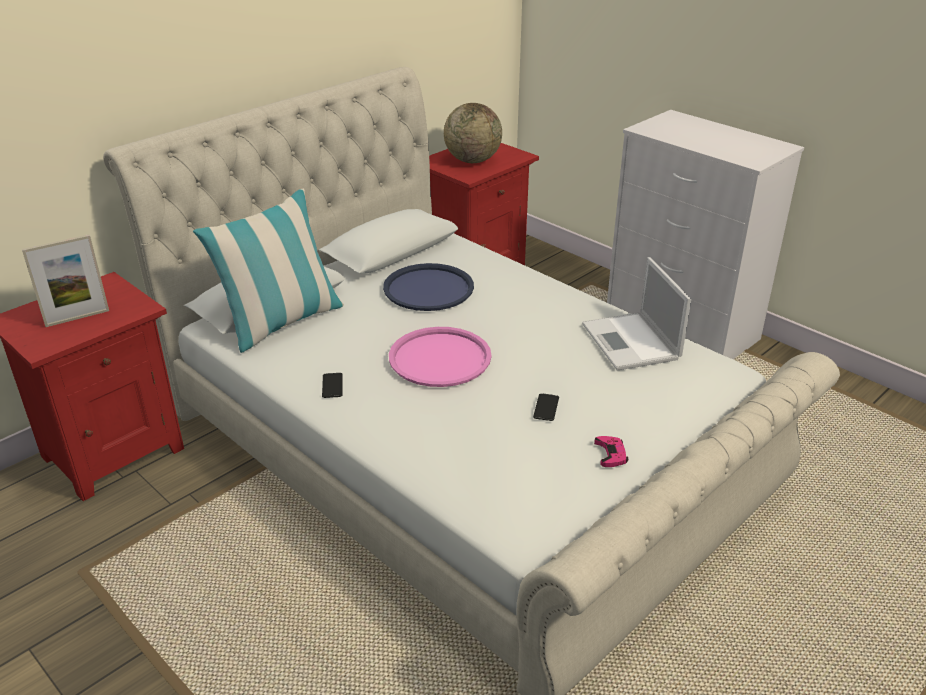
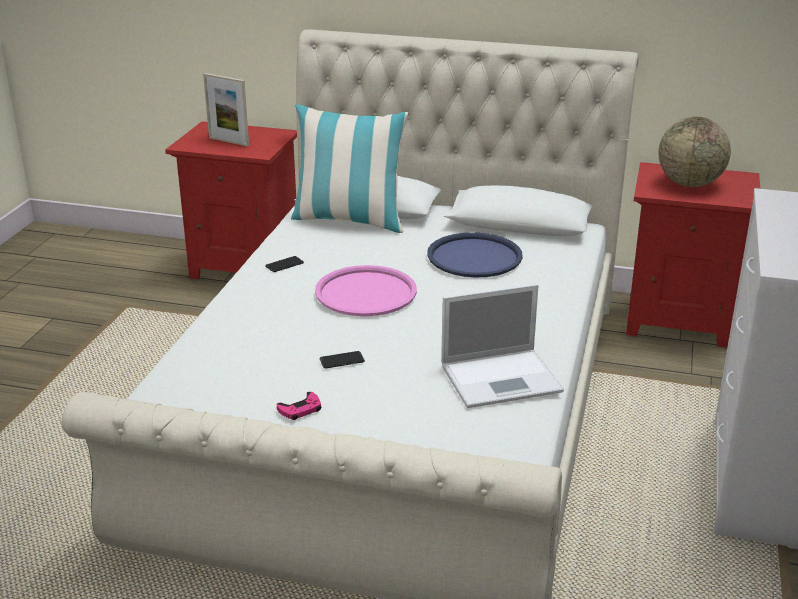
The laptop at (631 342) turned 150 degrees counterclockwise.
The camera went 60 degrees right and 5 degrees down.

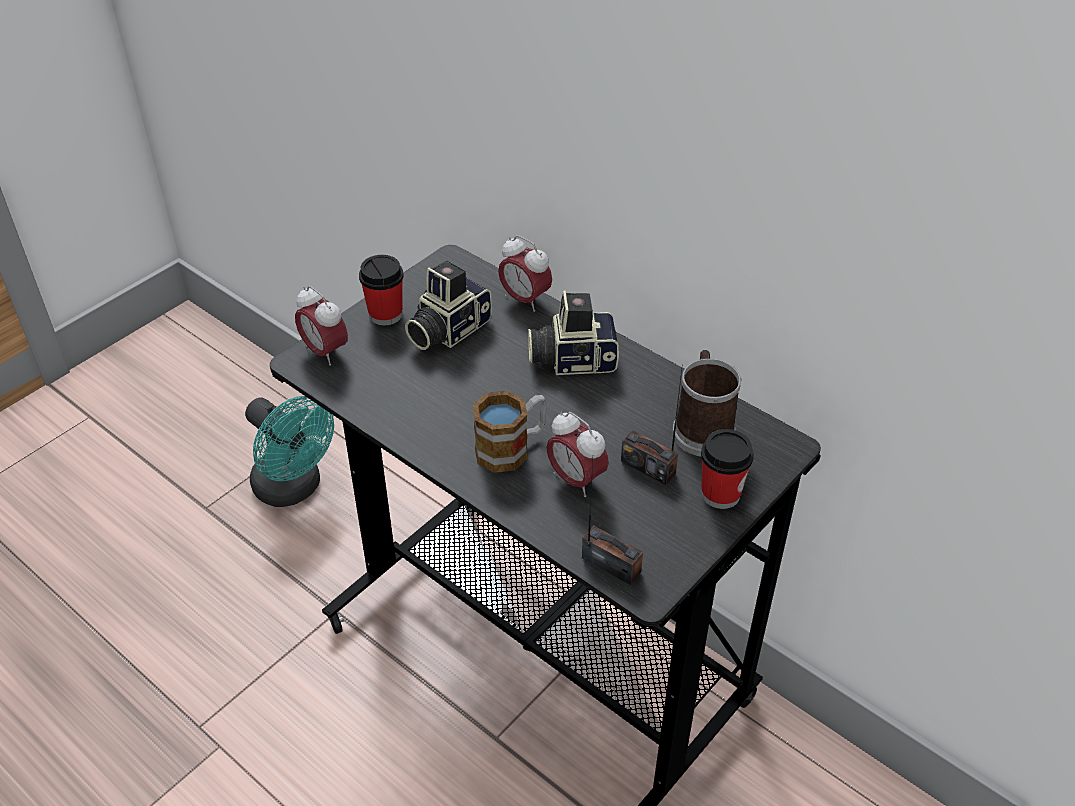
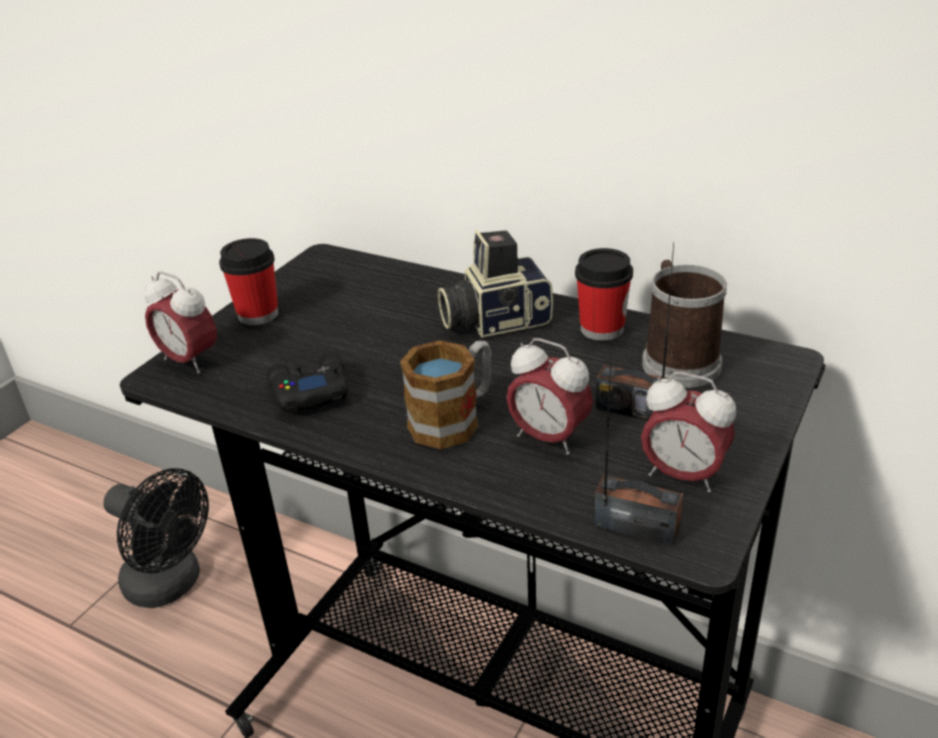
The photo camera at (446 329) disappeared.
The black game controller at (309 391) appeared.
The alarm clock moved from (525 299) to (683 475).
The cup moved from (720 494) to (602 329).
The turquoise fan at (294 488) became the black fan at (172 584).
The camera went 10 degrees left and 10 degrees down.

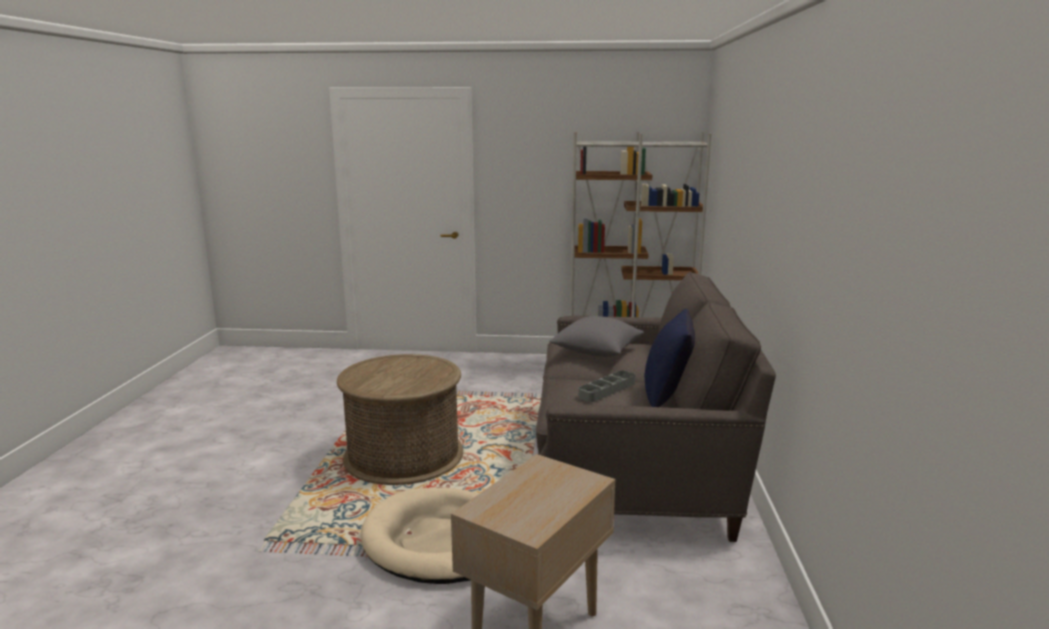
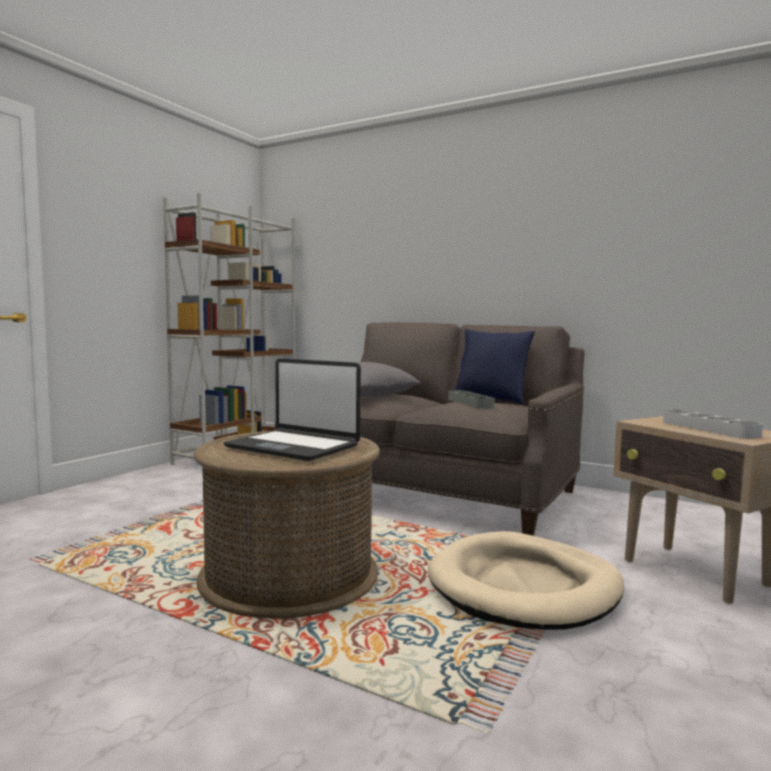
The laptop at (294 446) appeared.
The grey tray at (709 429) appeared.
The camera went 65 degrees left and 10 degrees down.

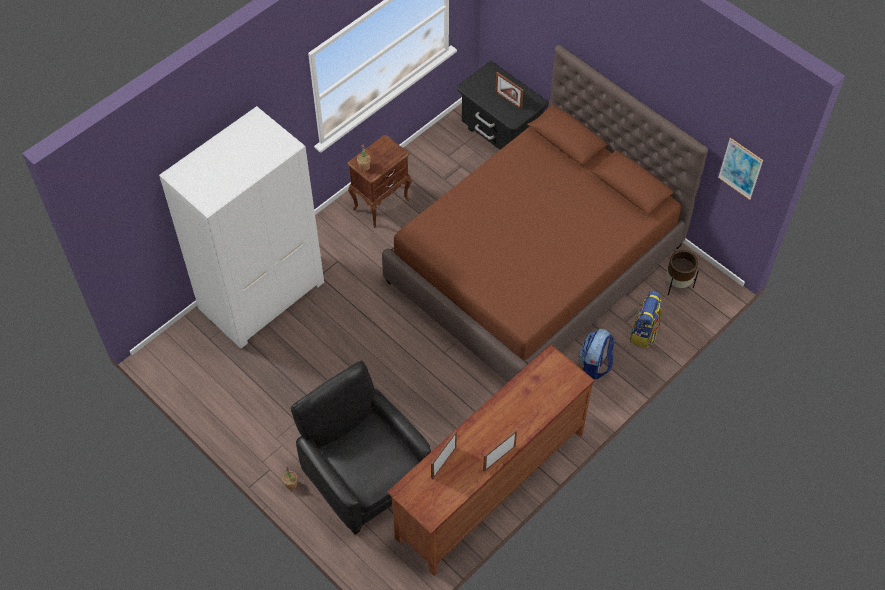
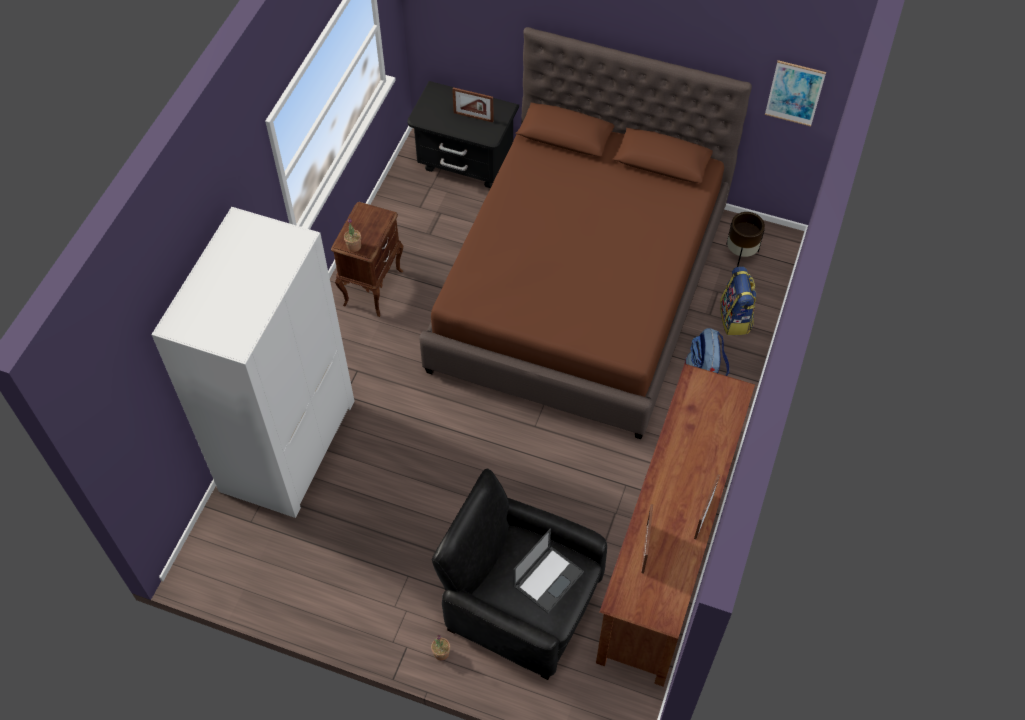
The laptop at (548 578) appeared.
The camera went 25 degrees left and 0 degrees up.

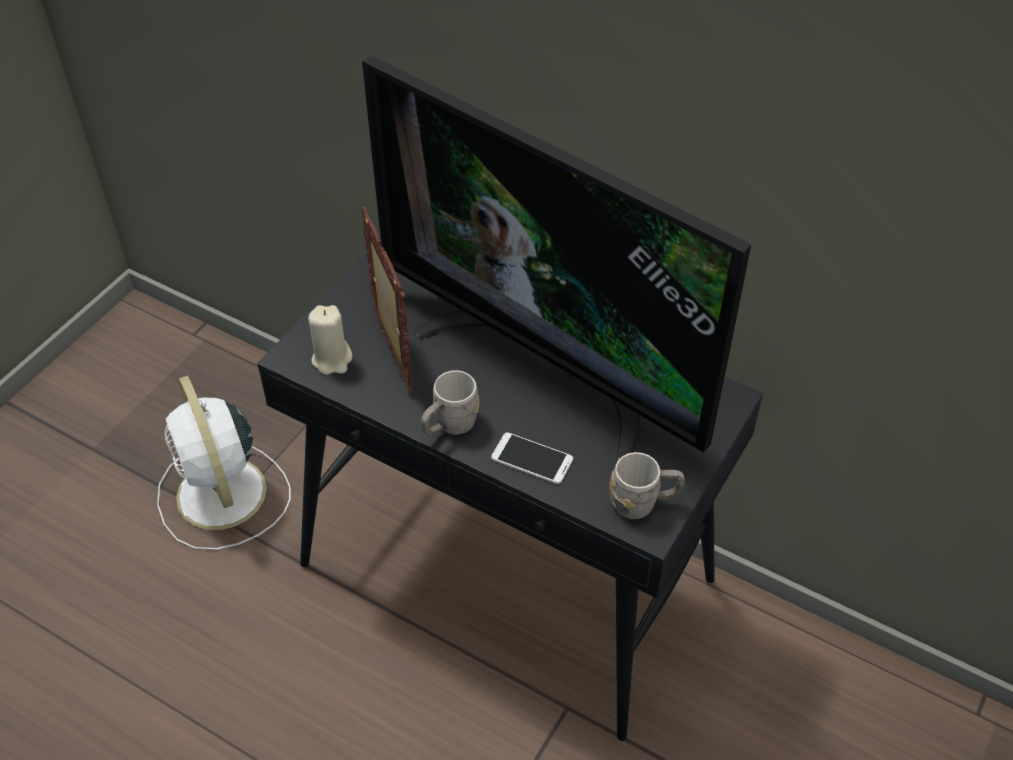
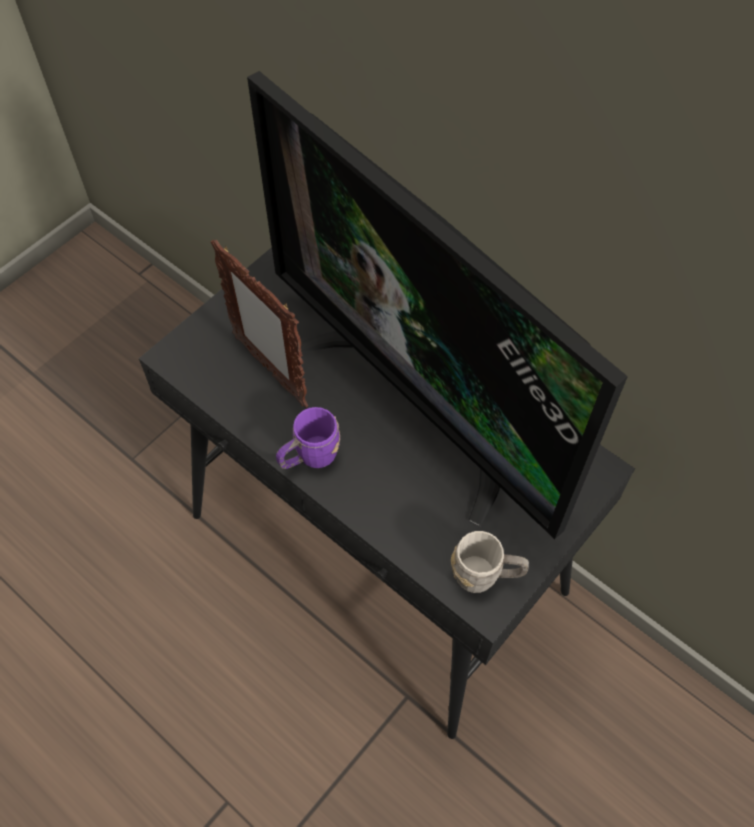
The white fan at (223 496) disappeared.
The beige candle at (332 359) disappeared.
The phone at (532 459) disappeared.
The grey mug at (449 426) became the purple mug at (309 457).
The picture frame at (392 356) turned 150 degrees clockwise.
The camera went 10 degrees right and 10 degrees up.

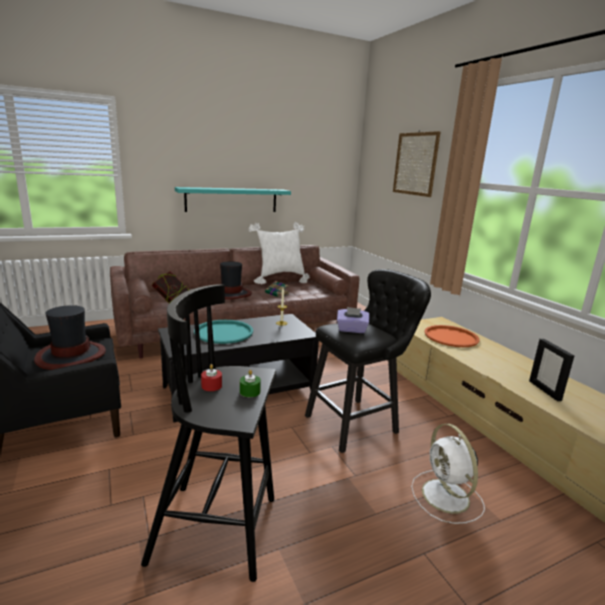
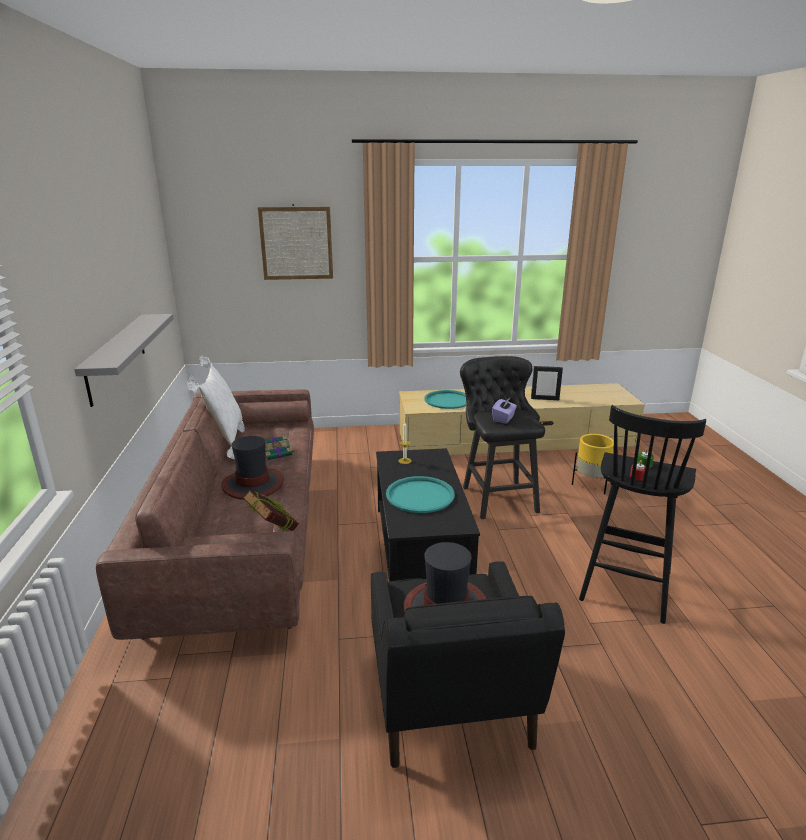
The white fan at (446 497) was replaced by the yellow planter at (591 485).
The turquoise shelf at (232 200) became the grey shelf at (116 357).
The orange tray at (451 337) became the turquoise tray at (448 400).
The camera went 70 degrees left and 5 degrees up.

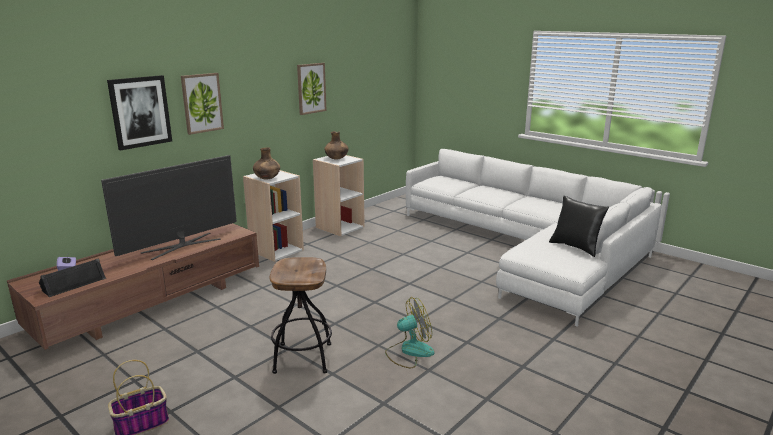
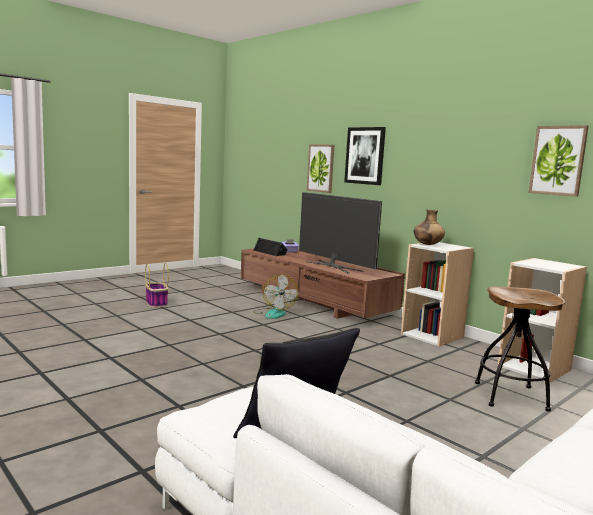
The brown vase at (336 159) disappeared.
The picture moved from (202 103) to (321 168).
The brown stool moved from (303 357) to (511 396).
The fan moved from (409 351) to (274 313).
The camera went 95 degrees right and 10 degrees down.

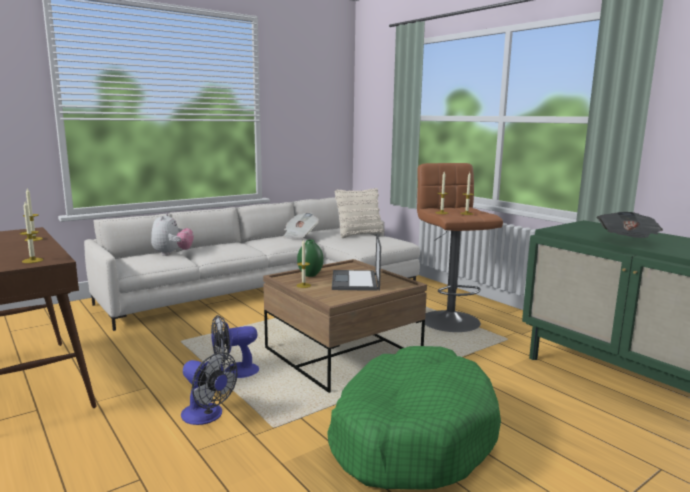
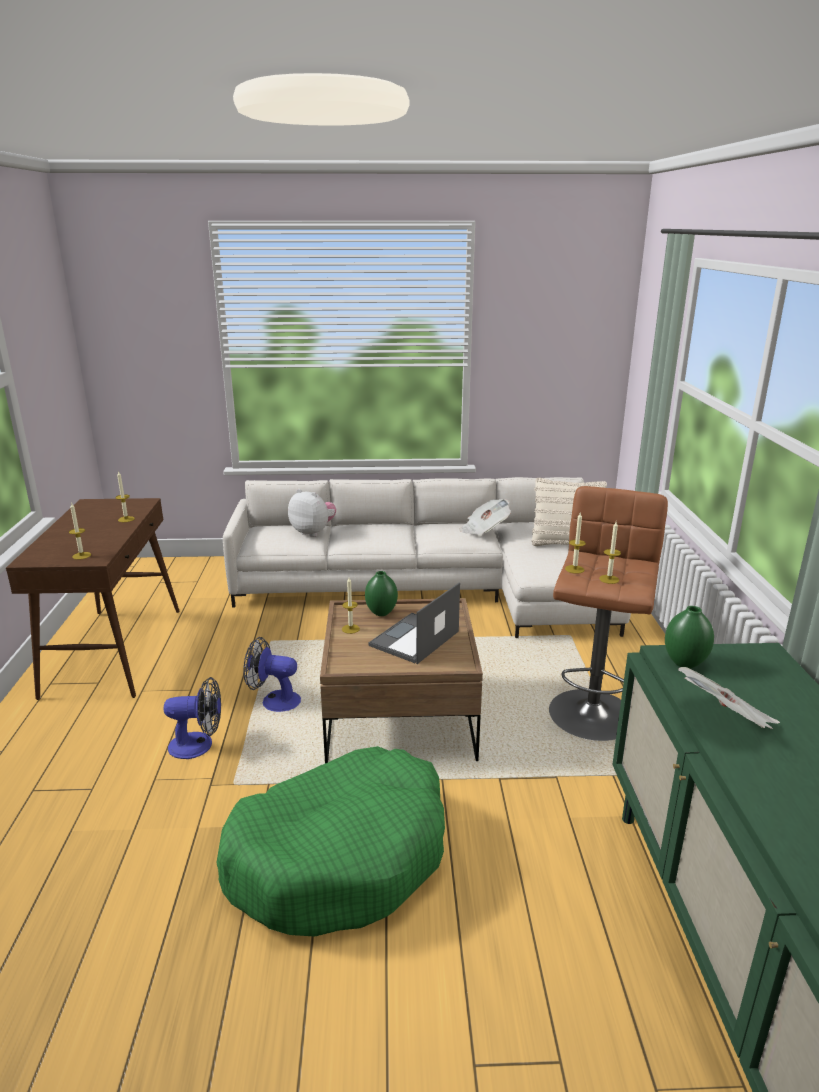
The green vase at (684 663) appeared.
The plush toy at (172 254) turned 90 degrees counterclockwise.
The fan at (207 416) turned 75 degrees counterclockwise.
The camera went 35 degrees right and 10 degrees up.

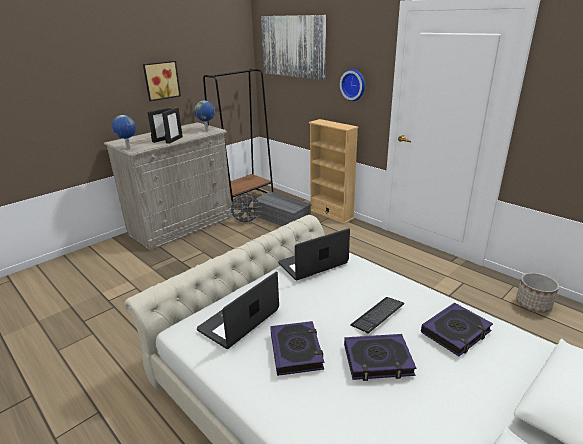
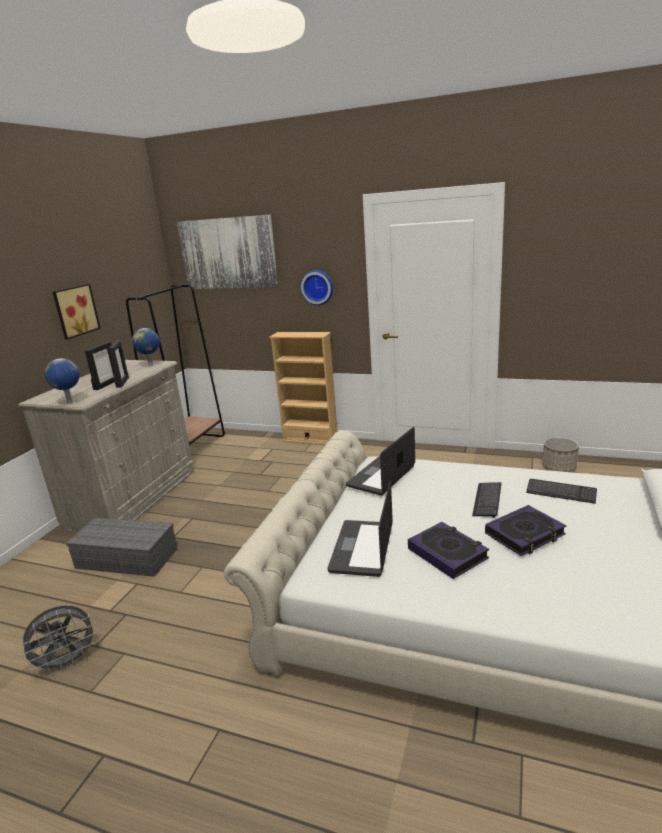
The grey fan moved from (246 222) to (68 662).
The grey storage box moved from (283 218) to (128 557).
The book at (456 332) was replaced by the keyboard at (561 492).
The camera went 25 degrees left and 5 degrees down.

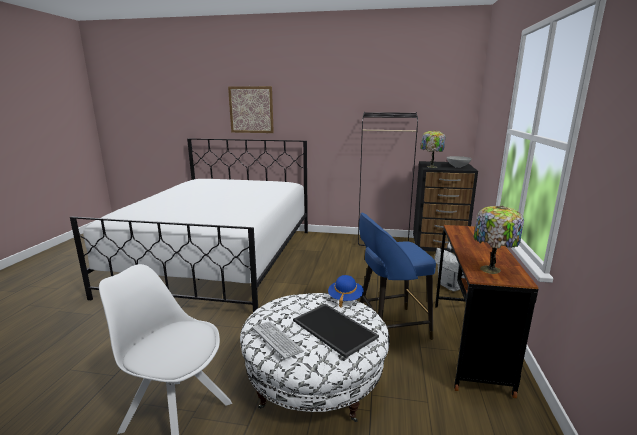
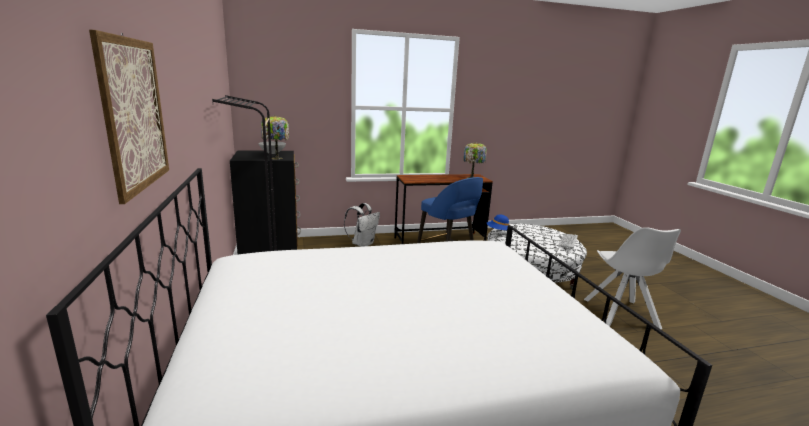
The tray at (336 328) disappeared.
The camera went 115 degrees left and 0 degrees up.

